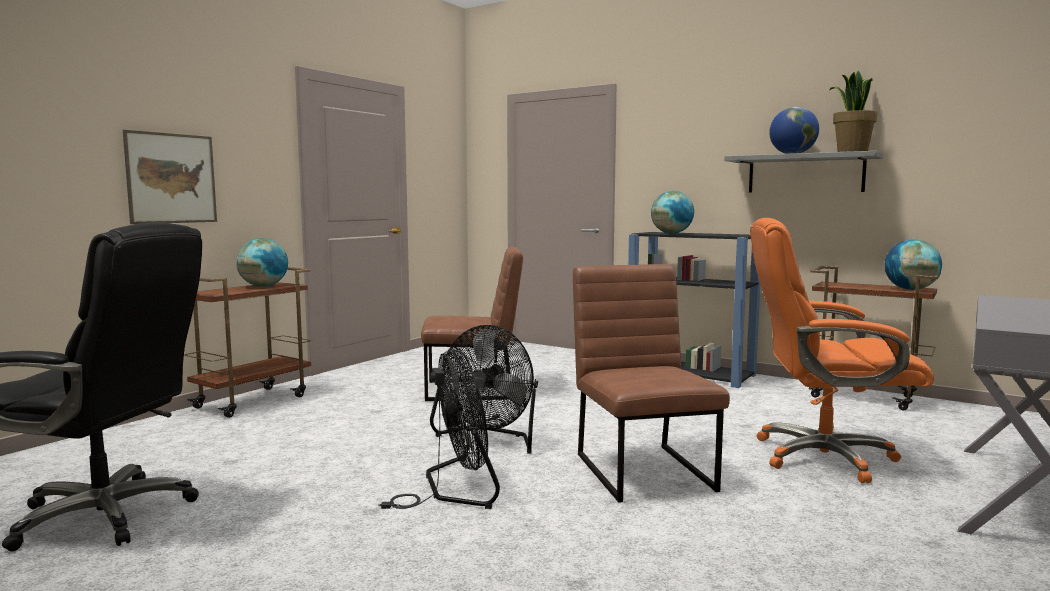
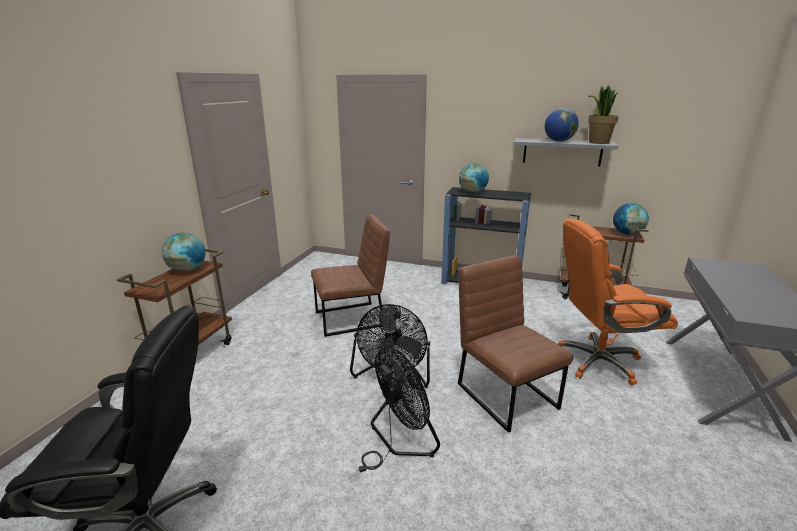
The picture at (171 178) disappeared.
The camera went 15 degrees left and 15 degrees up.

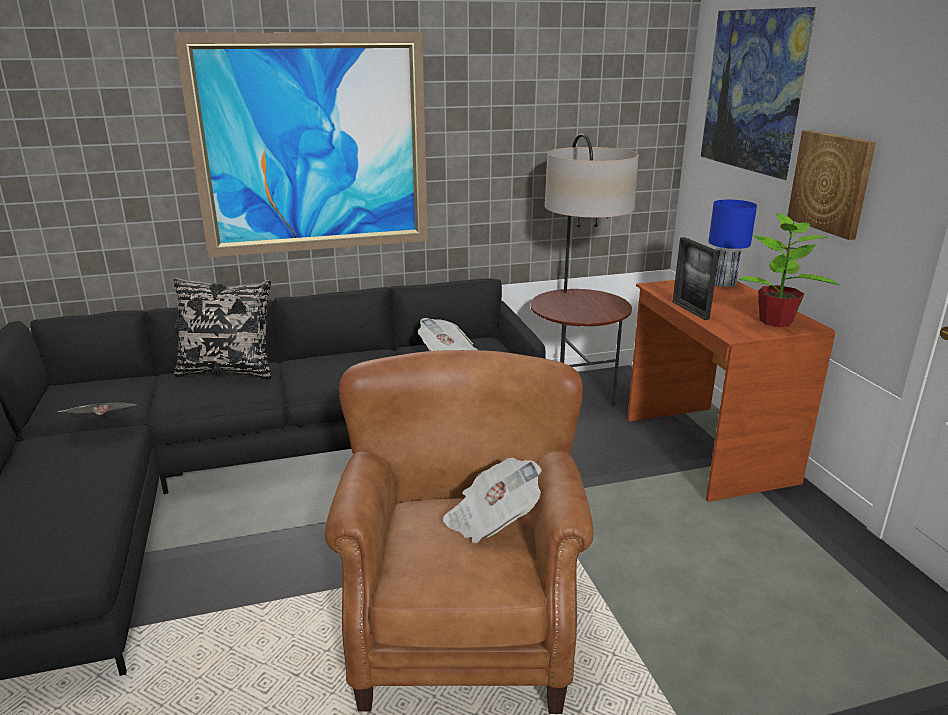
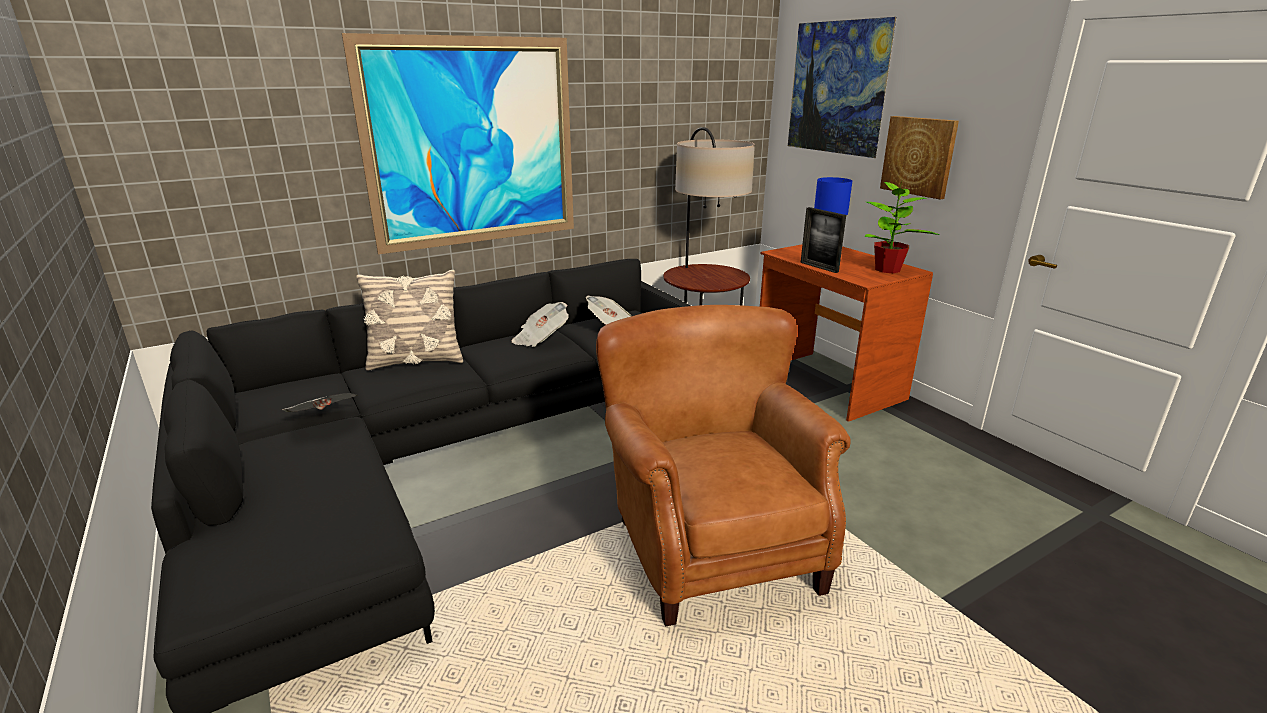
The newspaper moved from (491 520) to (541 339).
The black pillow at (227 373) became the beige pillow at (416 362).
The camera went 15 degrees left and 0 degrees up.

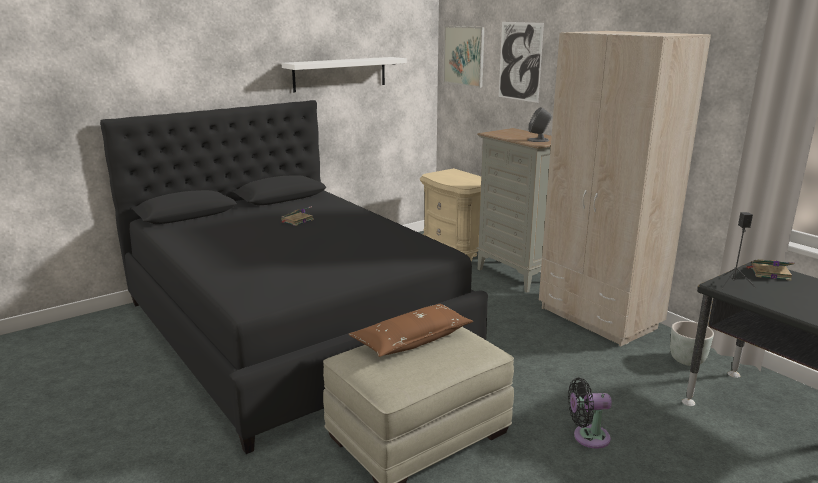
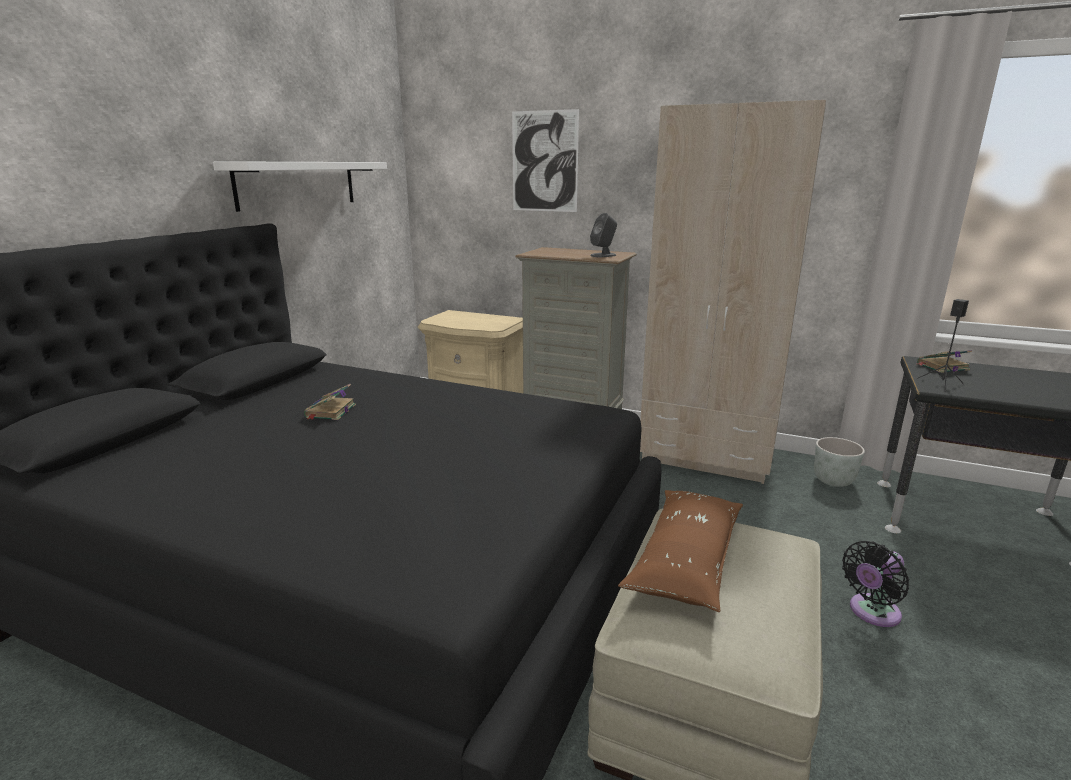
The picture at (464 56) disappeared.
The camera went 30 degrees left and 0 degrees up.

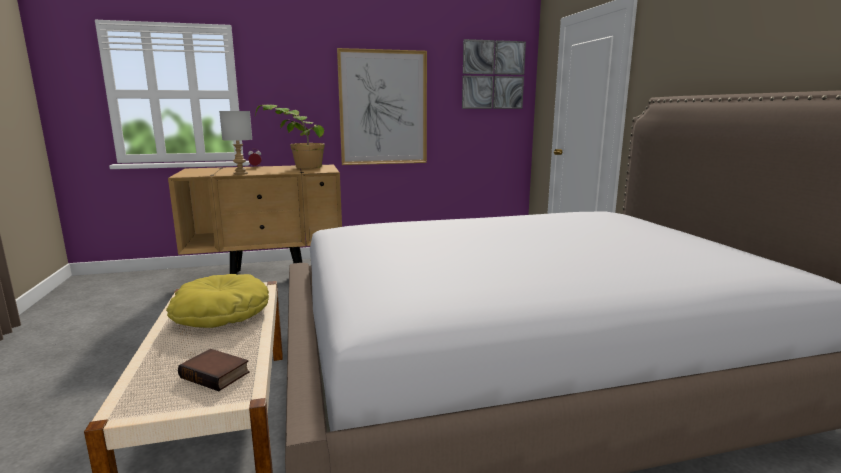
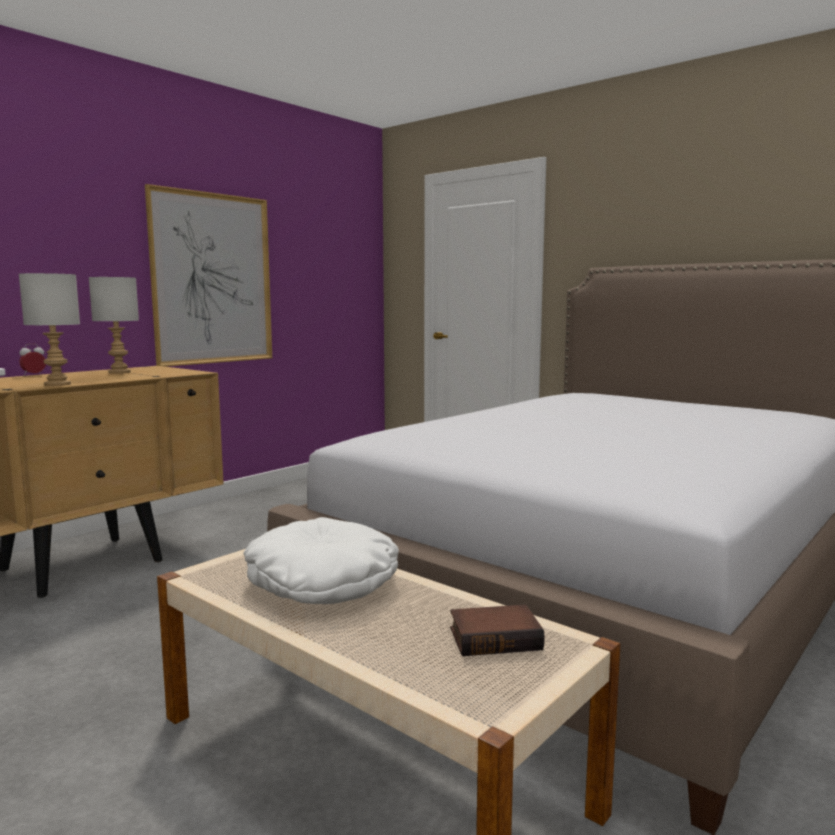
The picture at (493 75) disappeared.
The potted plant at (295 168) was replaced by the grey table lamp at (120 372).
The yellow pillow at (223 314) became the white pillow at (325 582).
The camera went 35 degrees left and 5 degrees down.

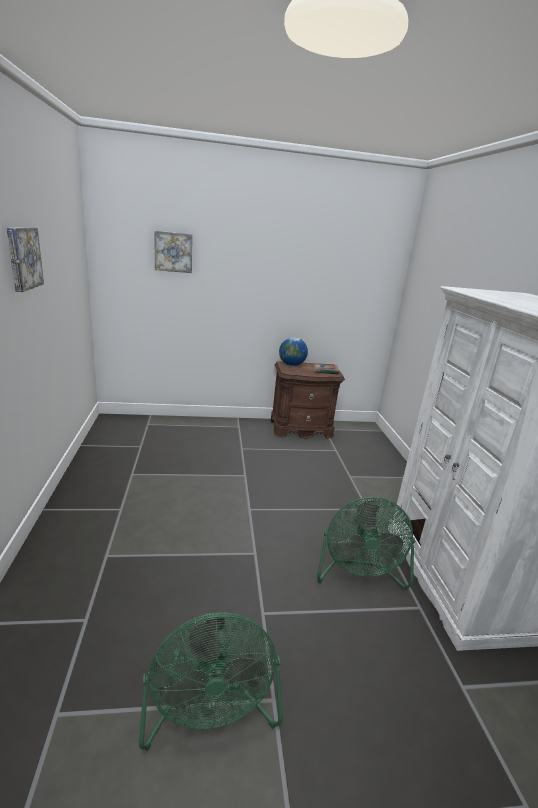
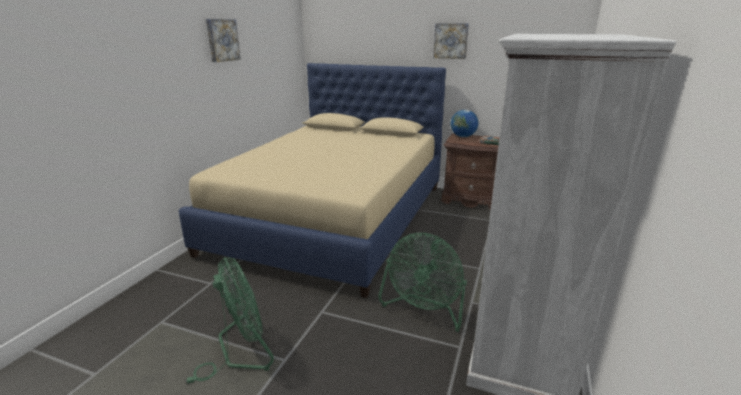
The beige bed at (334 217) appeared.
The picture moved from (173 252) to (451 41).
The green fan at (205 710) turned 135 degrees counterclockwise.
The camera went 30 degrees right and 0 degrees up.

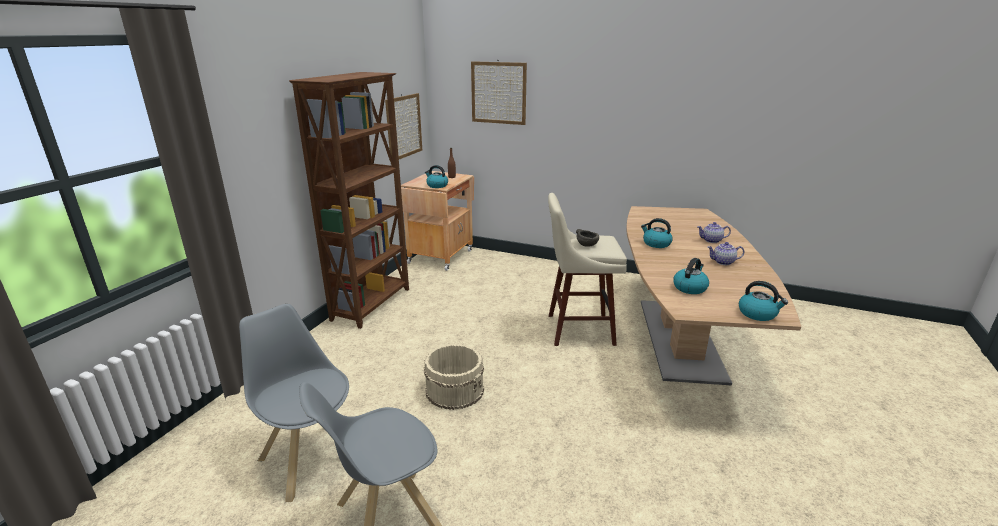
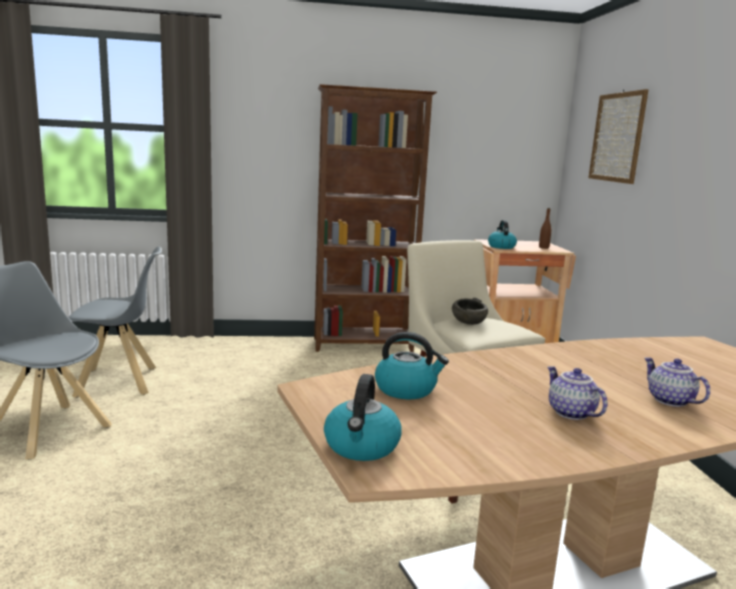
The picture at (404 125) disappeared.
The beige bucket at (455 390) disappeared.
The kettle at (656 244) disappeared.
The grey chair at (310 456) turned 60 degrees clockwise.
The camera went 60 degrees right and 10 degrees down.

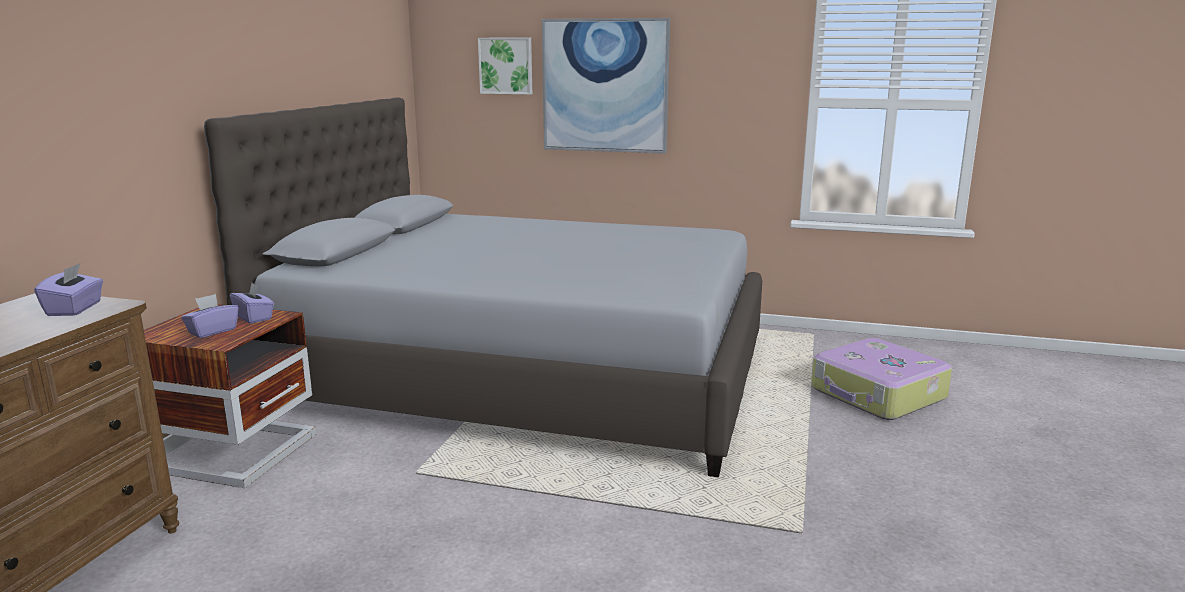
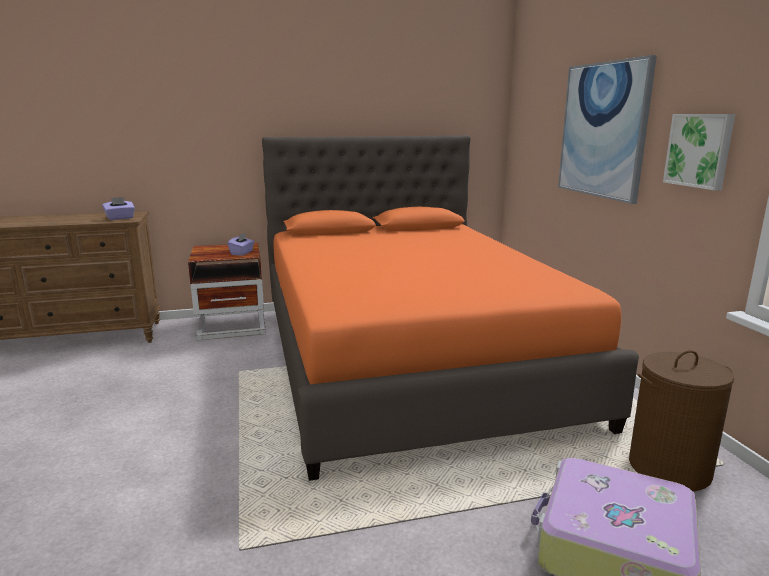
The purple tissue box at (212 331) disappeared.
The brown laundry basket at (669 468) appeared.
The picture moved from (506 65) to (699 150).
The grey bed at (524 375) became the orange bed at (408 358).
The camera went 60 degrees right and 0 degrees up.

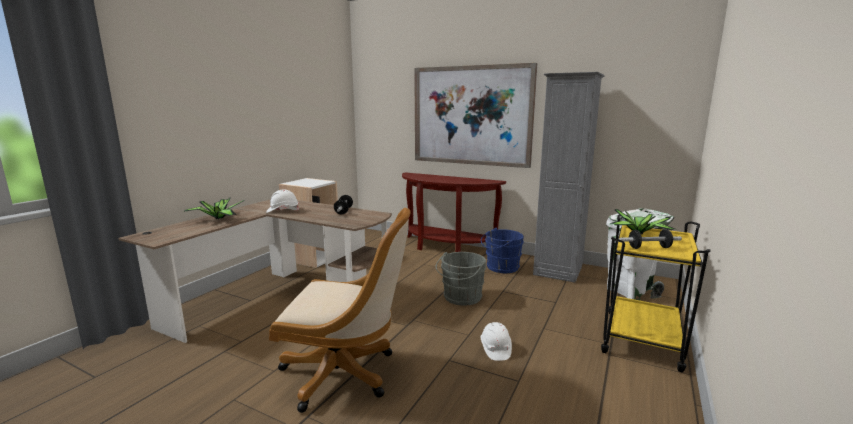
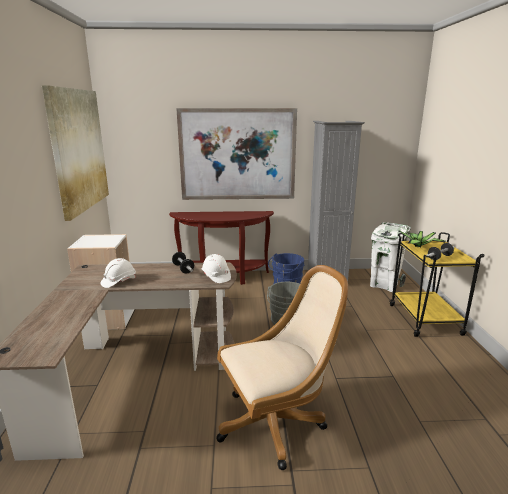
The potted plant at (217 218) disappeared.
The picture at (78 150) appeared.
The white hard hat moved from (495 349) to (216 276).
The camera went 30 degrees left and 5 degrees up.

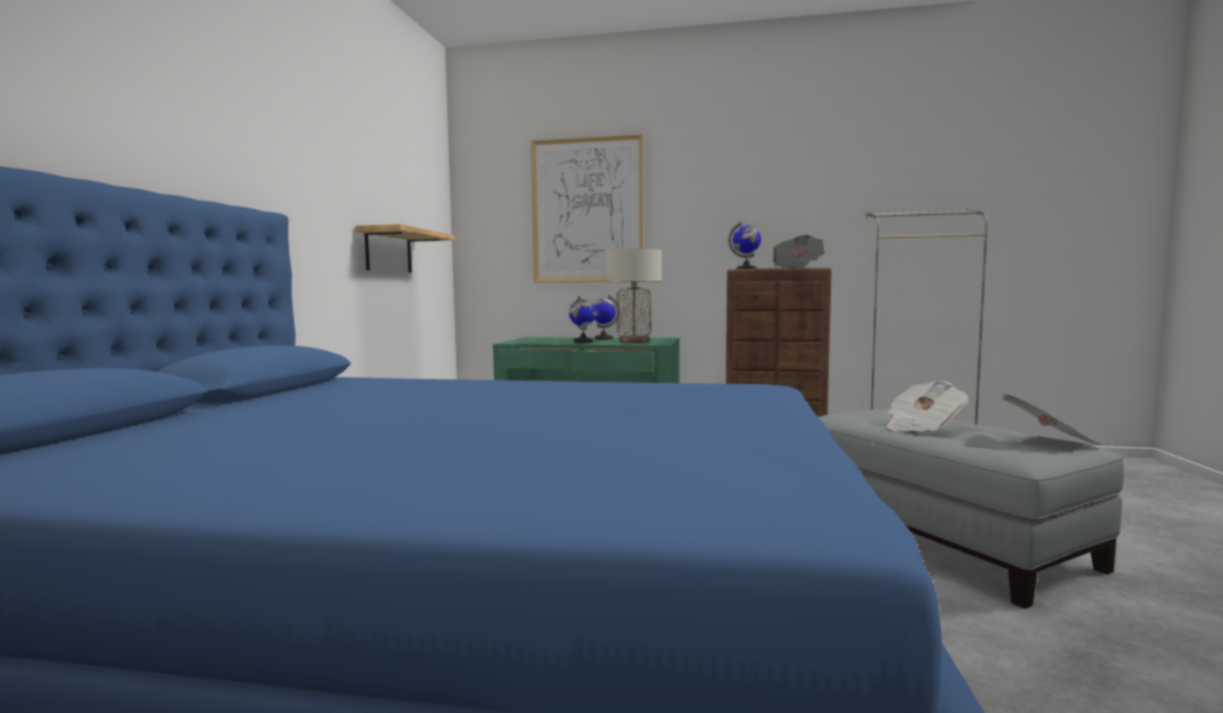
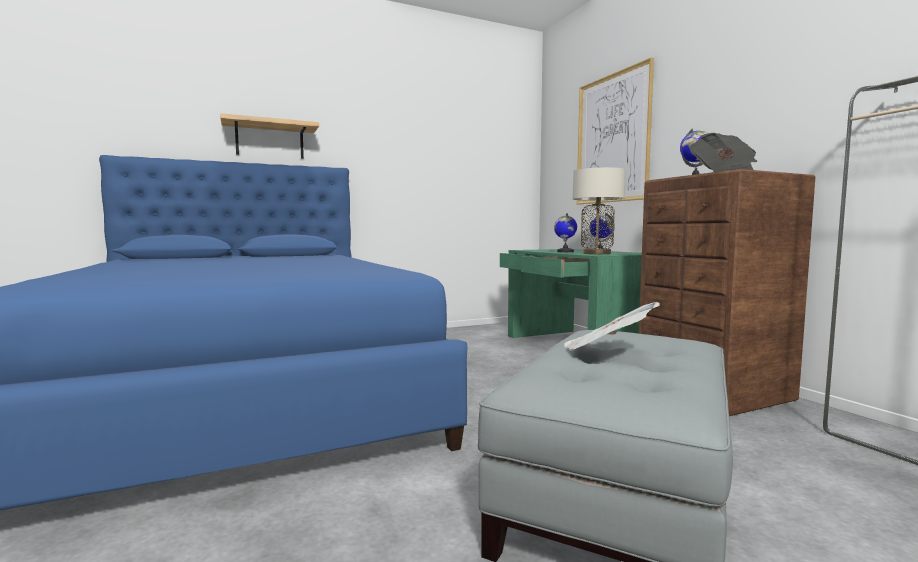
The newspaper at (1048 441) disappeared.
The shelf moved from (388 251) to (270 140).
The camera went 55 degrees right and 0 degrees up.

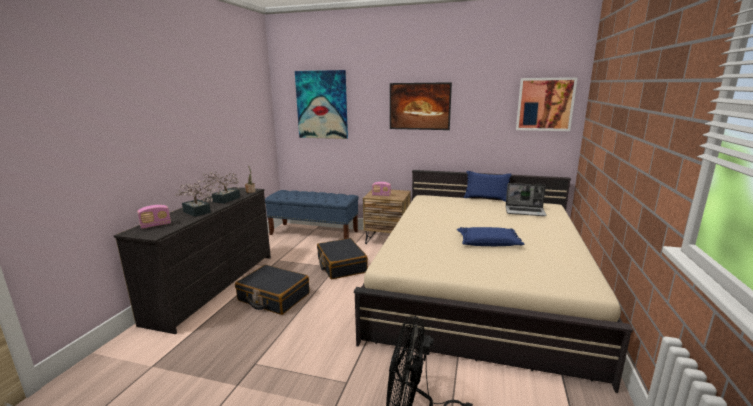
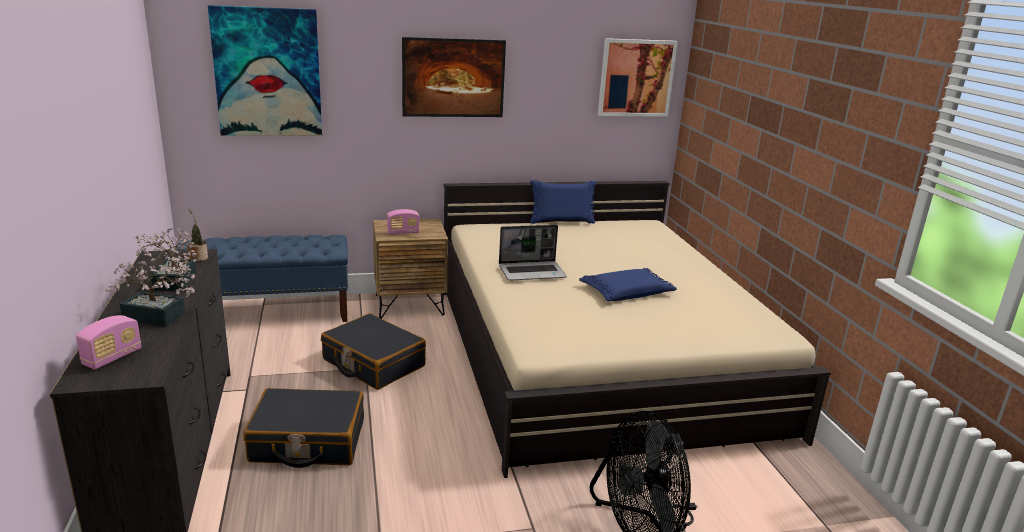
The laptop moved from (525 211) to (532 272).
The camera went 30 degrees left and 5 degrees up.

